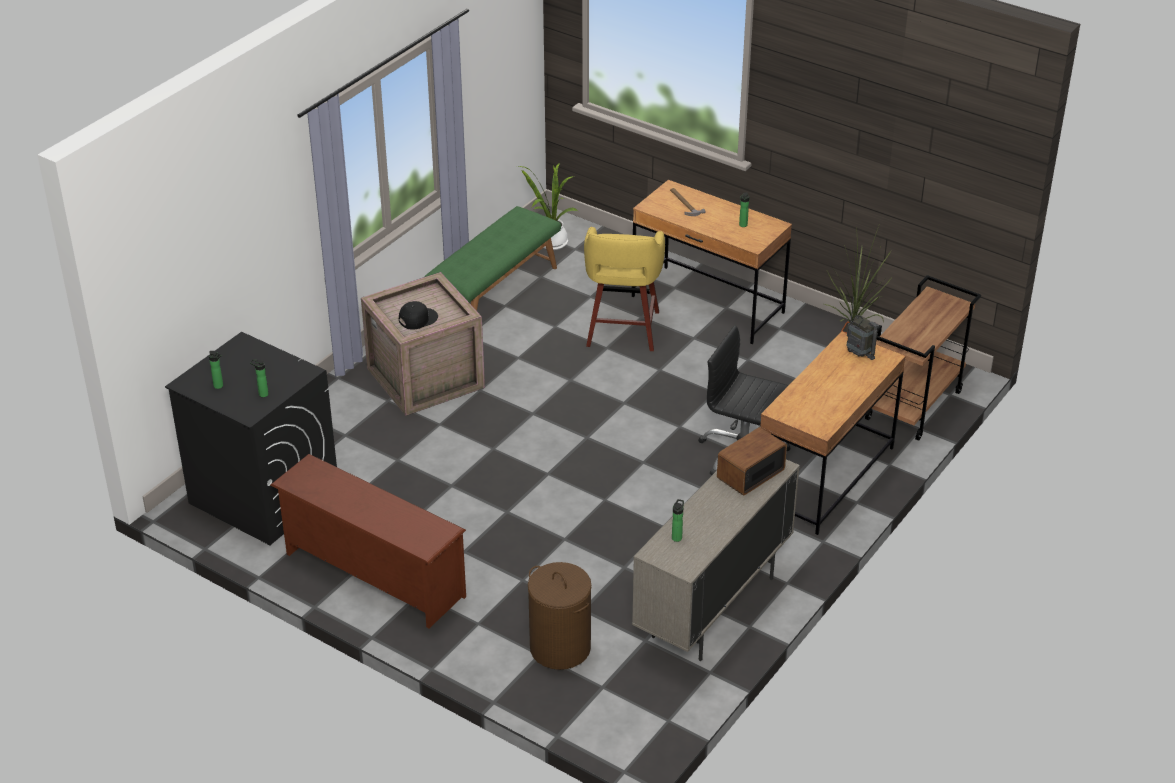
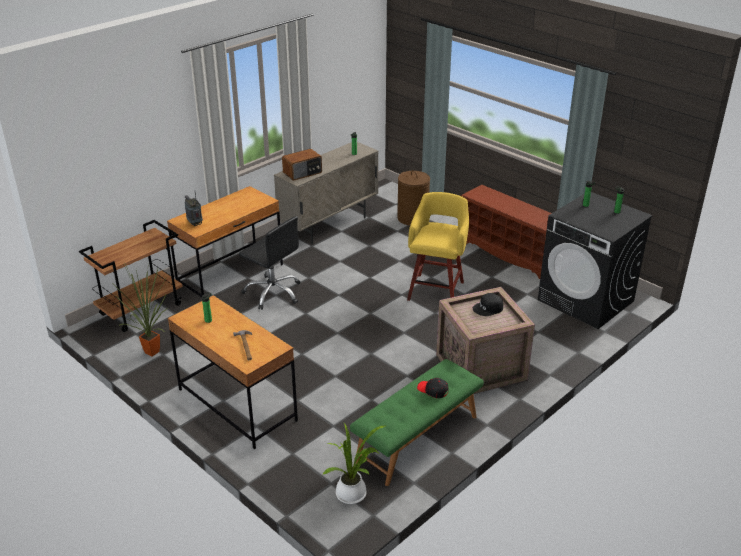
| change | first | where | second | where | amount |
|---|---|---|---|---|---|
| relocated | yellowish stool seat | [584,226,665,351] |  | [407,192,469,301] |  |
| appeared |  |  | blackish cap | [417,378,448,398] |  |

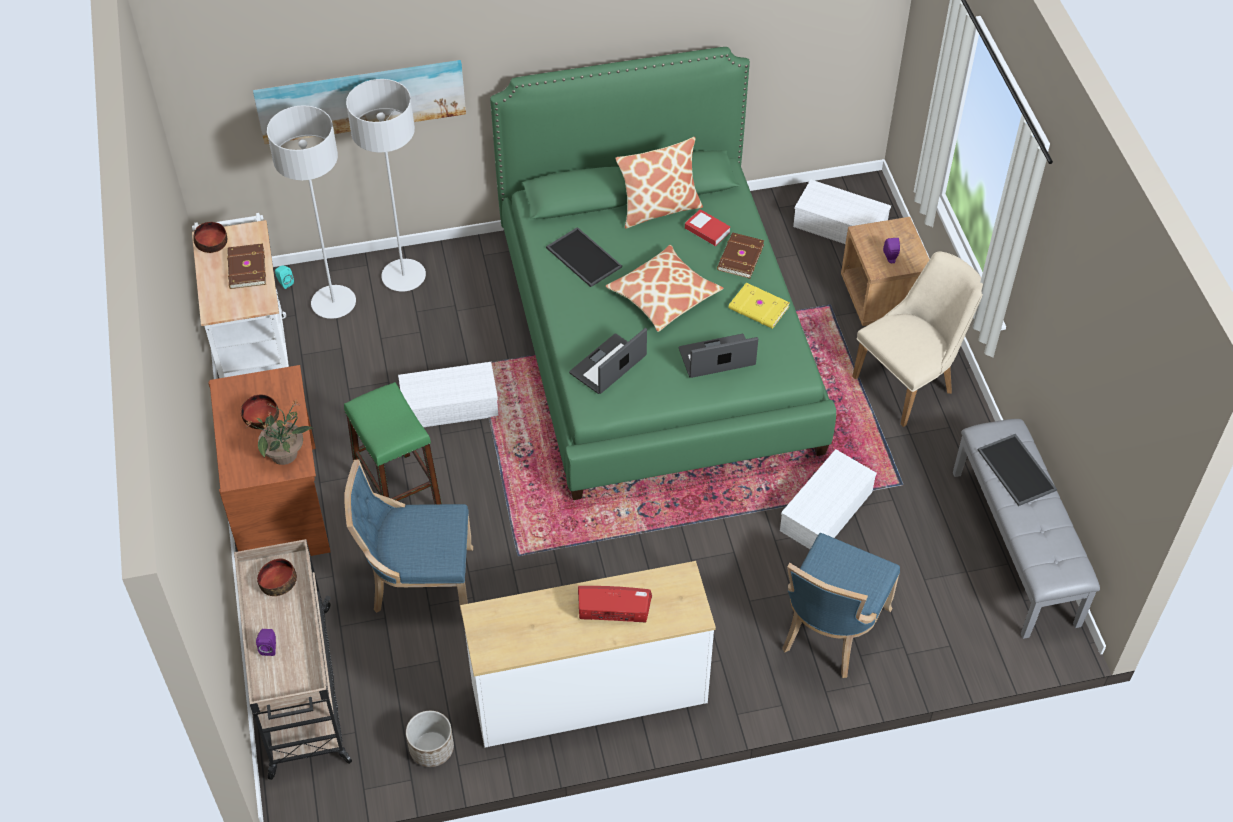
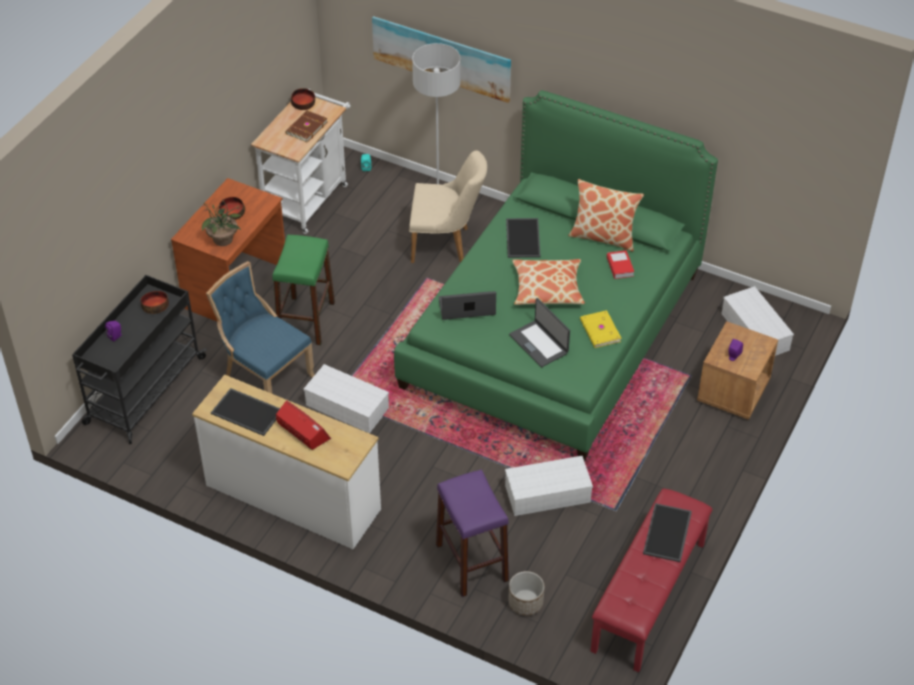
| change | first | where | second | where | amount |
|---|---|---|---|---|---|
| colour | sand-coloured trolley | [234,539,352,780] | blackish trolley | [72,275,207,444] |  |
| missing | grey floor lamp | [267,105,356,319] |  |  |  |
| relocated | whitish storage container | [398,362,499,427] |  | [304,364,389,434] |  |
| relocated | planter | [406,711,454,767] |  | [508,571,544,616] |  |
| spun | portable computer | [679,334,758,378] |  | [509,298,570,367] | 150 degrees counterclockwise |
| missing | brown-coloured book | [717,232,765,279] |  |  |  |
| exchanged | bluish upright chair | [782,533,900,678] | purple-coloured stool seat | [436,469,509,597] |  |
| relocated | sand-coloured upright chair | [852,251,983,427] |  | [409,150,487,263] |  |
| colour | grey bench | [953,419,1100,639] | red-coloured bench | [590,488,713,672] |  |
| appeared |  |  | serving tray | [211,388,280,436] |  |

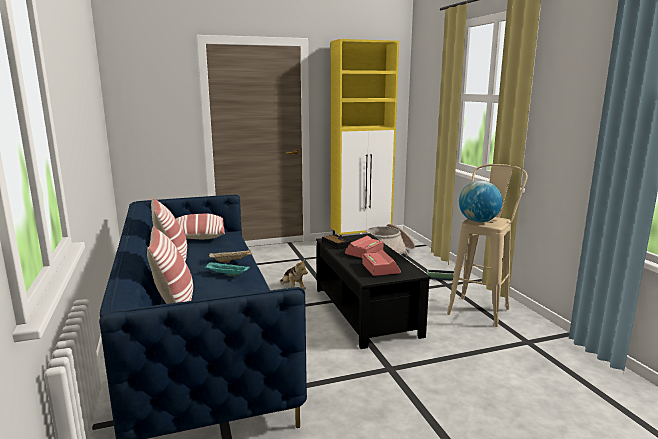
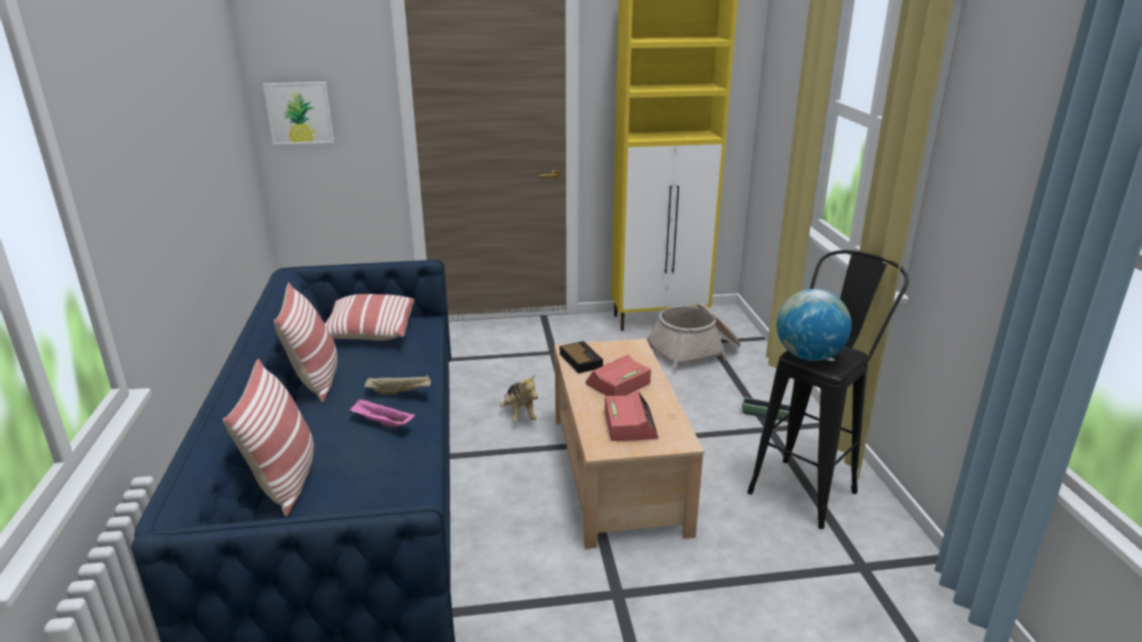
| change | first | where | second | where | amount |
|---|---|---|---|---|---|
| colour | turquoise serving tray | [205,262,250,276] | pink-coloured serving tray | [349,399,415,427] |  |
| colour | blackish lounge table | [316,233,430,349] | sand-coloured lounge table | [554,339,704,549] |  |
| colour | sand-coloured stool seat | [447,164,528,327] | blackish stool seat | [747,250,909,529] |  |
| appeared |  |  | picture | [263,82,334,145] |  |

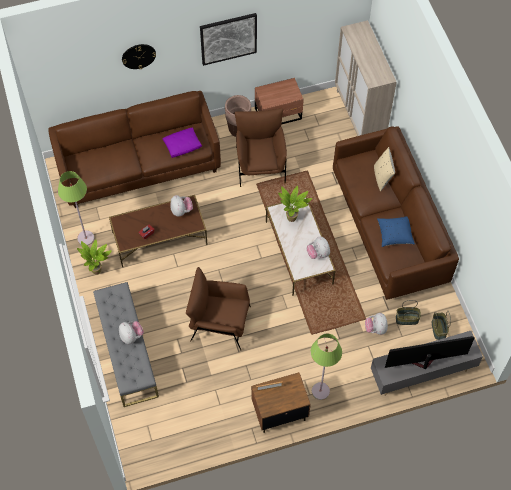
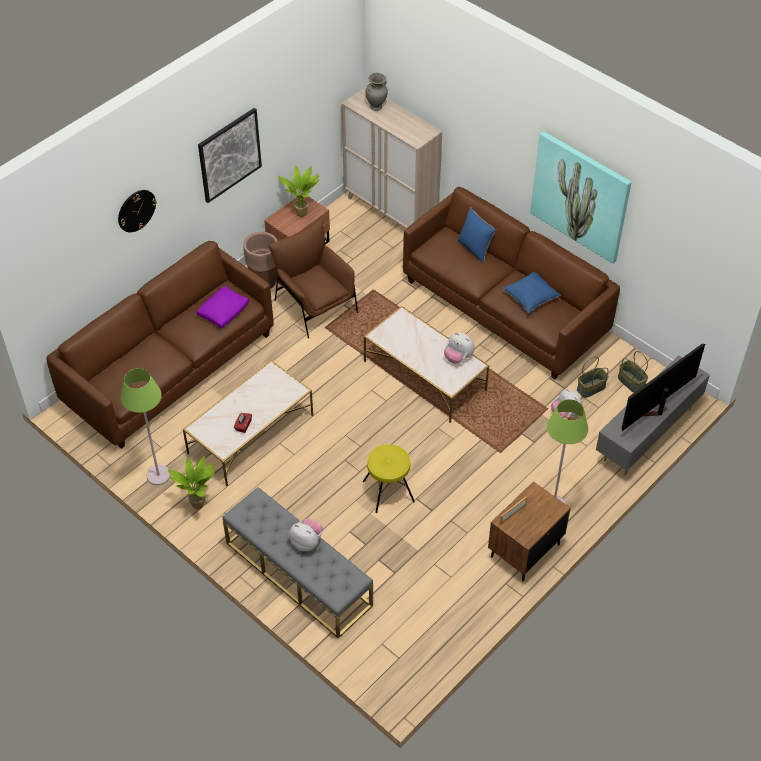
| change | first | where | second | where | amount |
|---|---|---|---|---|---|
| colour | brown-coloured lounge table | [109,195,208,267] | whitish lounge table | [183,360,313,486] |  |
| missing | plush toy | [171,195,193,217] |  |  |  |
| exchanged | brown-coloured armchair | [186,267,251,350] | yellowish stool seat | [363,444,415,513] |  |
| relocated | potted plant | [278,186,312,222] |  | [278,166,320,217] |  |
| colour | sand-coloured throw pillow | [374,147,395,191] | bluish throw pillow | [457,207,496,263] |  |
| appeared |  |  | grey flower vase | [366,73,388,111] |  |
| appeared |  |  | picture | [530,131,631,264] |  |

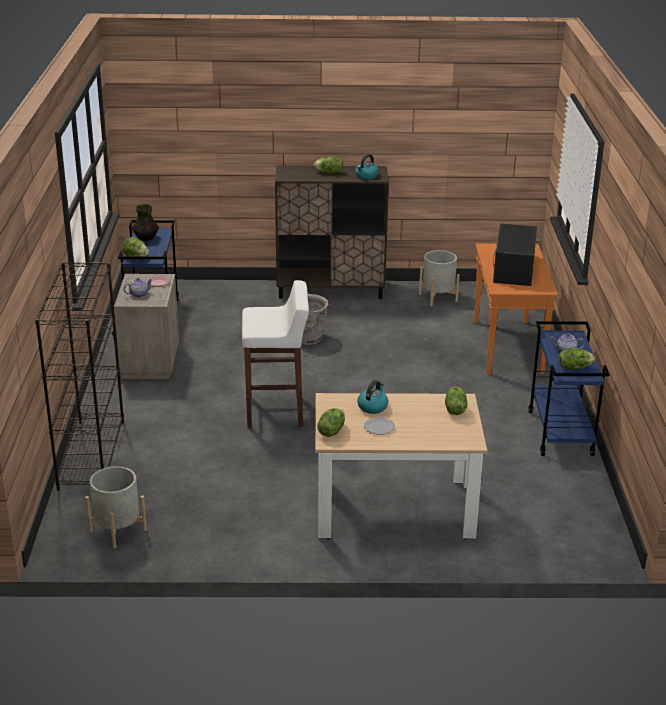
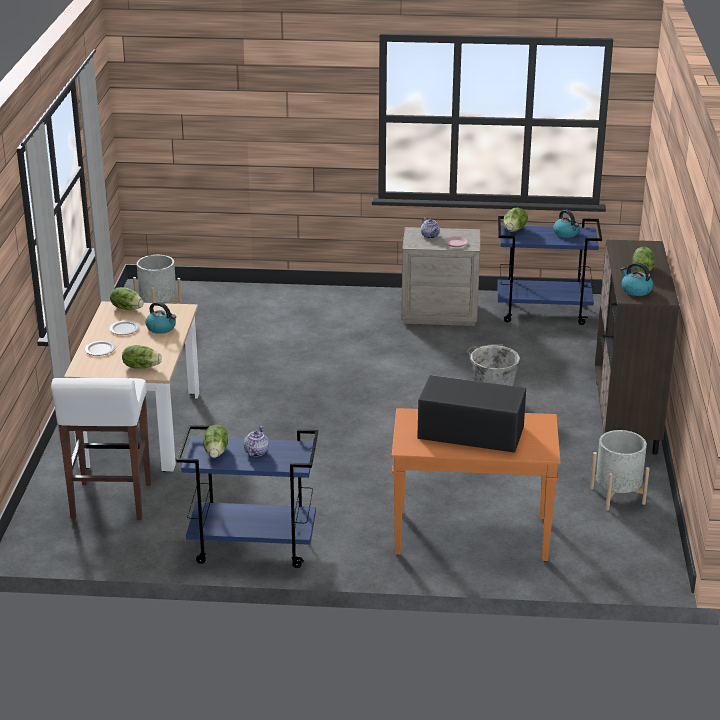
| change | first | where | second | where | amount |
|---|---|---|---|---|---|
| missing | blackish bookshelf | [35,262,124,491] |  |  |  |
| exchanged | flower vase | [132,204,159,241] | tea kettle | [553,210,580,238] |  |
| relocated | whitish stool seat | [242,280,309,428] |  | [51,378,151,520] |  |
| appeared |  |  | flat dish | [85,341,116,356] |  |

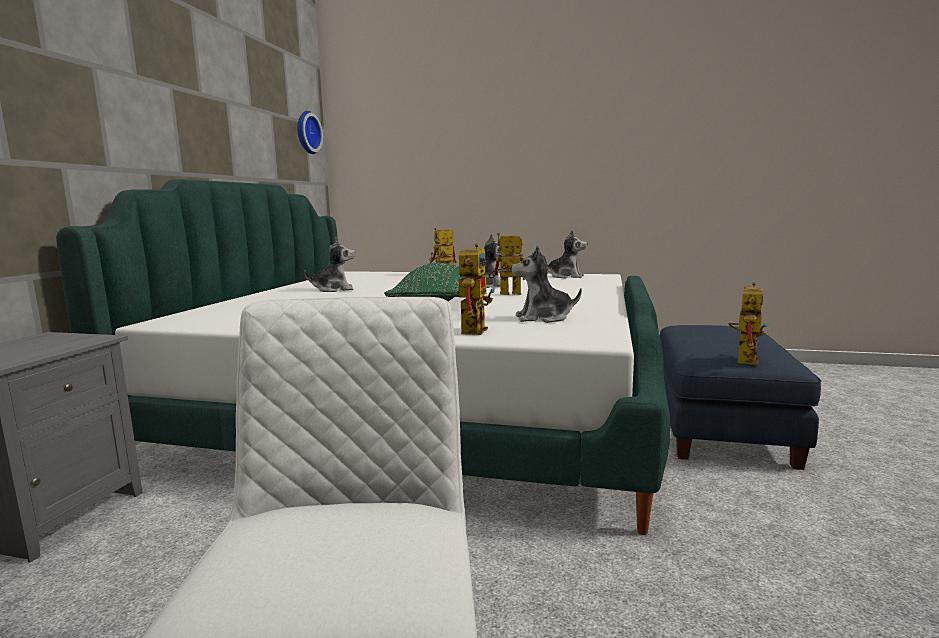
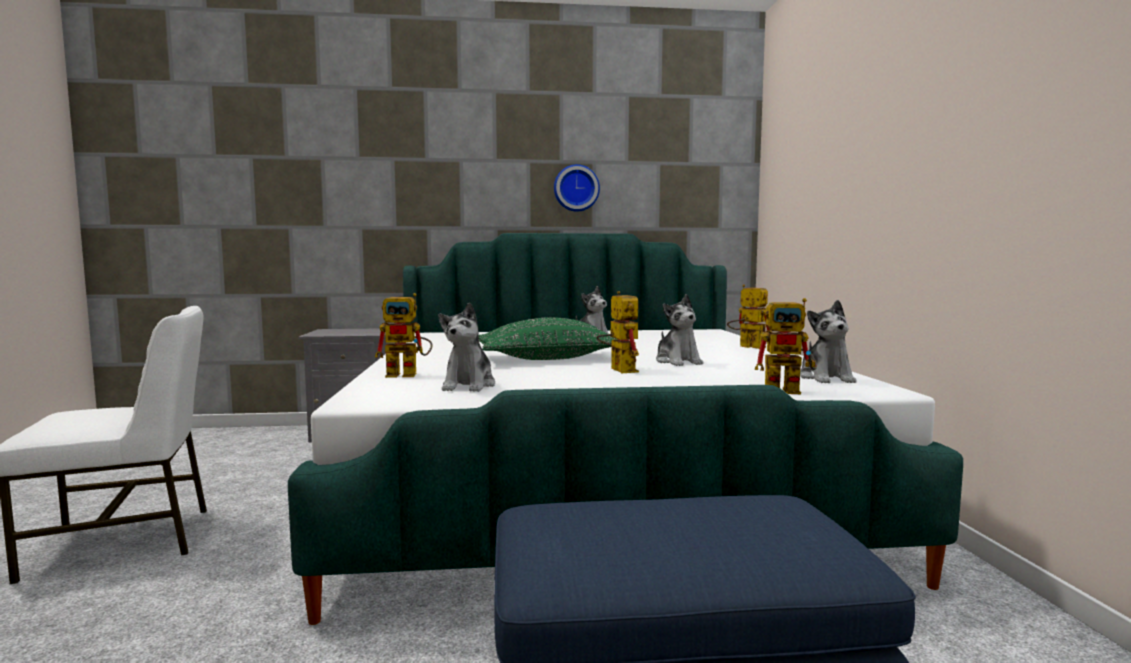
| change | first | where | second | where | amount |
|---|---|---|---|---|---|
| relocated | clock on the wall | [297,111,323,154] |  | [554,164,600,212] |  |
| spun | plush toy | [511,245,582,323] |  | [438,303,495,392] | 150 degrees counterclockwise |
| relocated | robot figure | [728,282,768,365] |  | [755,298,817,394] |  |

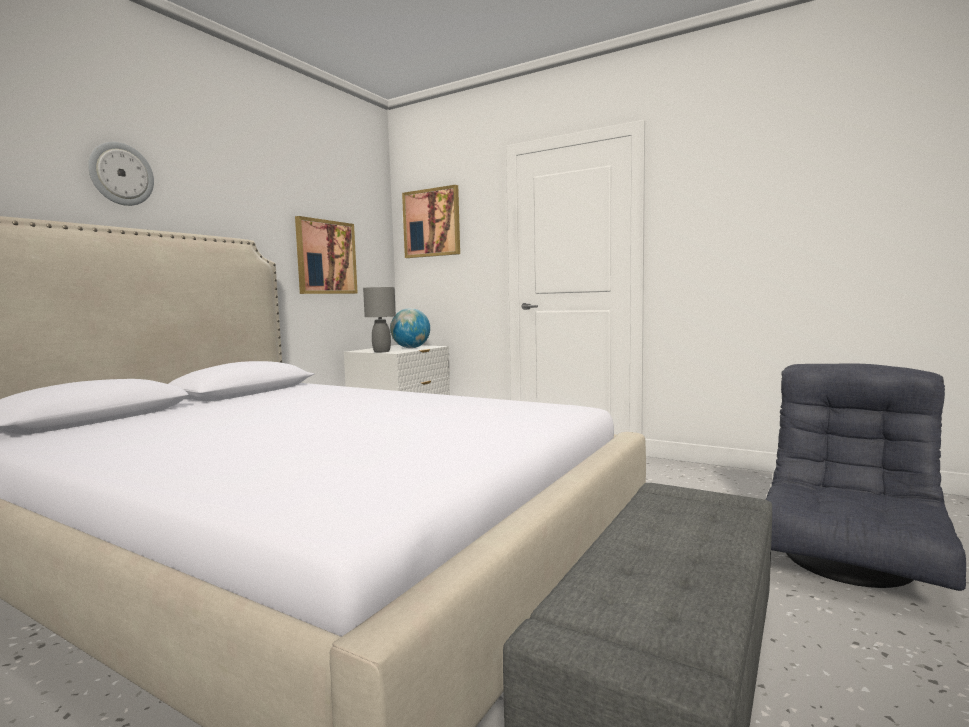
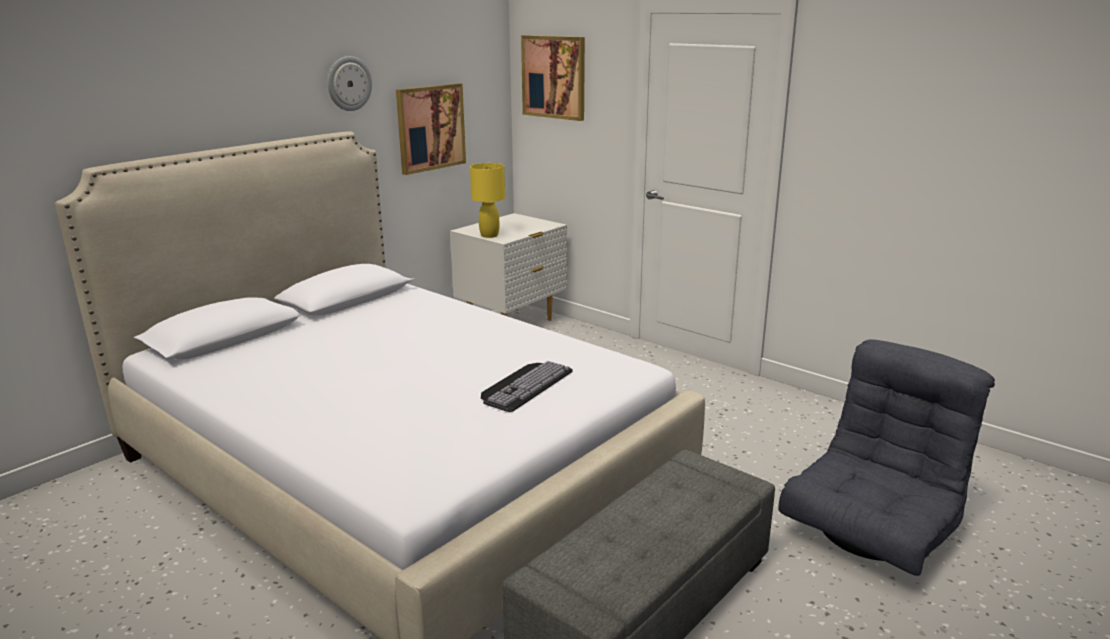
| change | first | where | second | where | amount |
|---|---|---|---|---|---|
| relocated | clock on the wall | [88,142,154,206] |  | [327,56,372,111] |  |
| colour | grey lamp for a table | [363,287,396,352] | yellowish lamp for a table | [470,163,505,238] |  |
| missing | globe | [390,308,430,348] |  |  |  |
| appeared |  |  | computer keyboard | [481,361,573,412] |  |

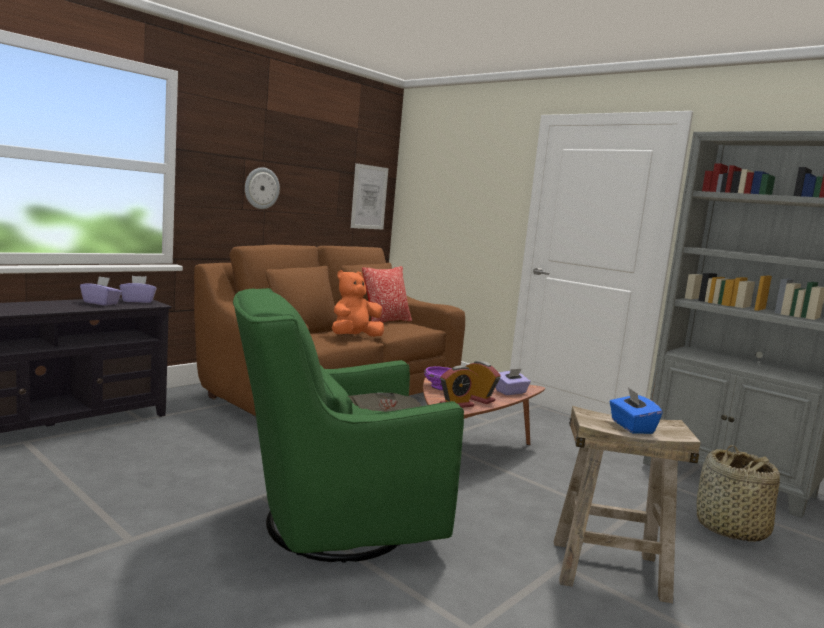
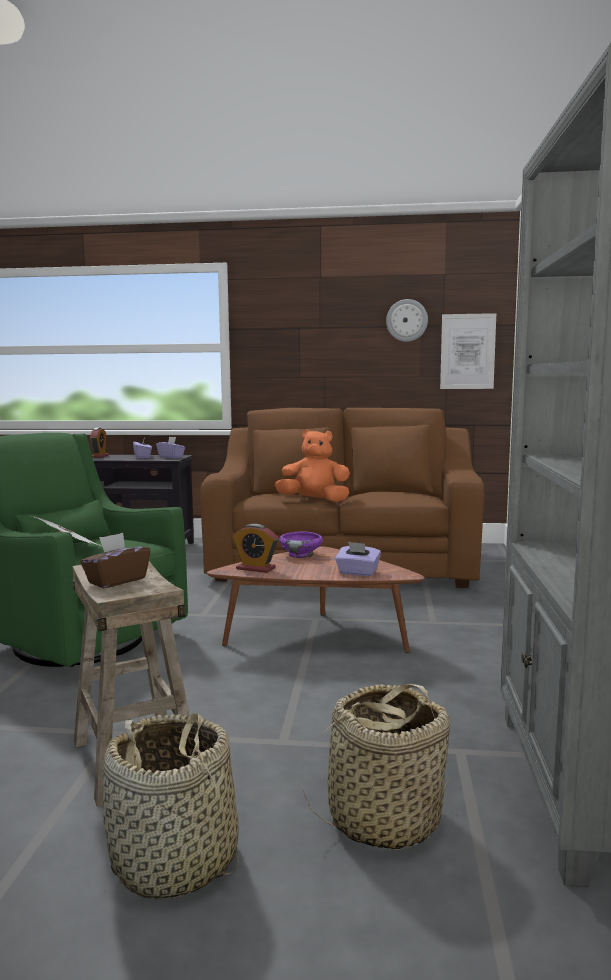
| change | first | where | second | where | amount |
|---|---|---|---|---|---|
| relocated | clock on the wall | [245,167,280,209] |  | [386,299,428,342] |  |
| missing | throw pillow | [362,266,412,323] |  |  |  |
| relocated | table clock | [466,361,501,404] |  | [90,428,109,458] |  |
| colour | bluish tissue holder | [610,387,663,434] | brown-coloured tissue holder | [80,533,150,589] |  |
| appeared |  |  | storage basket | [102,713,239,899] |  |

